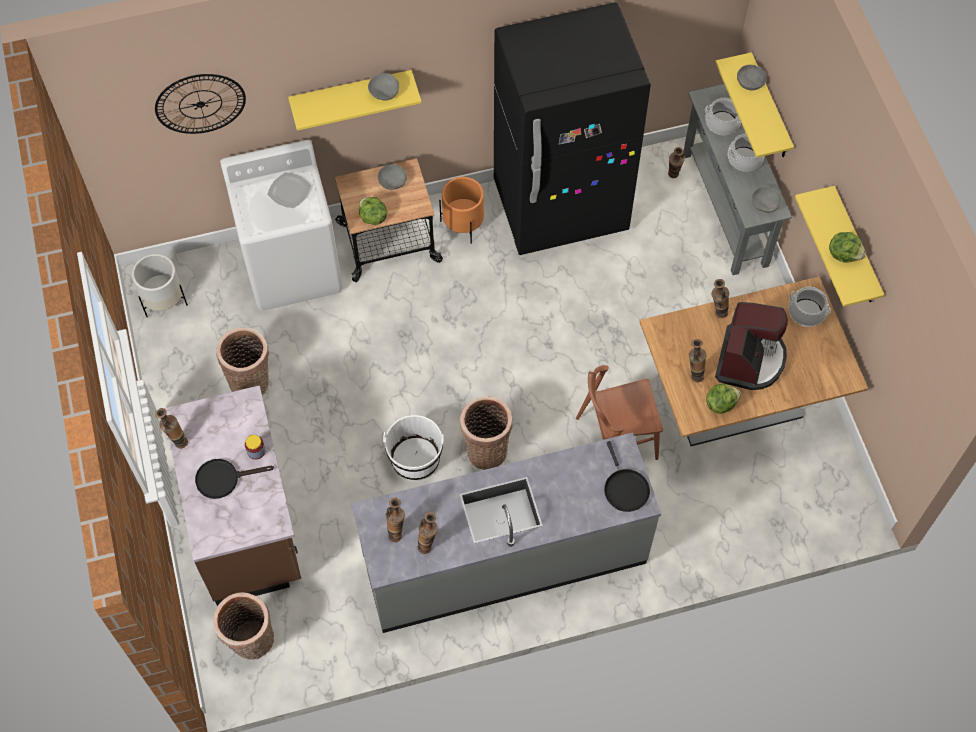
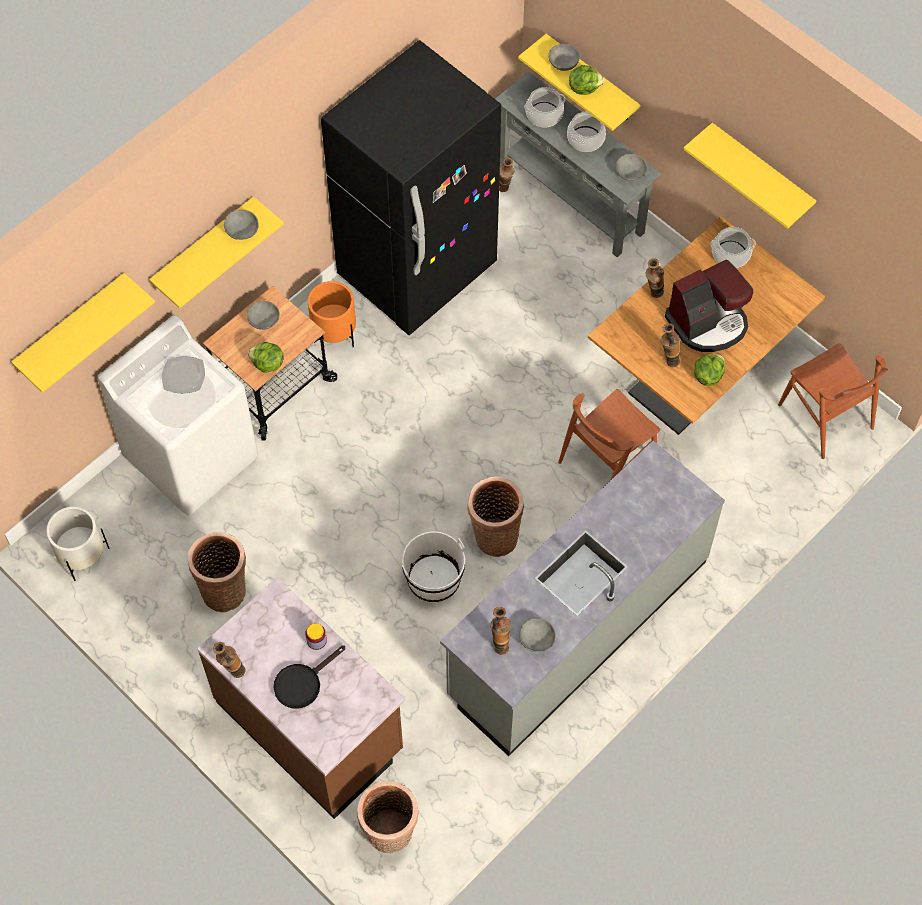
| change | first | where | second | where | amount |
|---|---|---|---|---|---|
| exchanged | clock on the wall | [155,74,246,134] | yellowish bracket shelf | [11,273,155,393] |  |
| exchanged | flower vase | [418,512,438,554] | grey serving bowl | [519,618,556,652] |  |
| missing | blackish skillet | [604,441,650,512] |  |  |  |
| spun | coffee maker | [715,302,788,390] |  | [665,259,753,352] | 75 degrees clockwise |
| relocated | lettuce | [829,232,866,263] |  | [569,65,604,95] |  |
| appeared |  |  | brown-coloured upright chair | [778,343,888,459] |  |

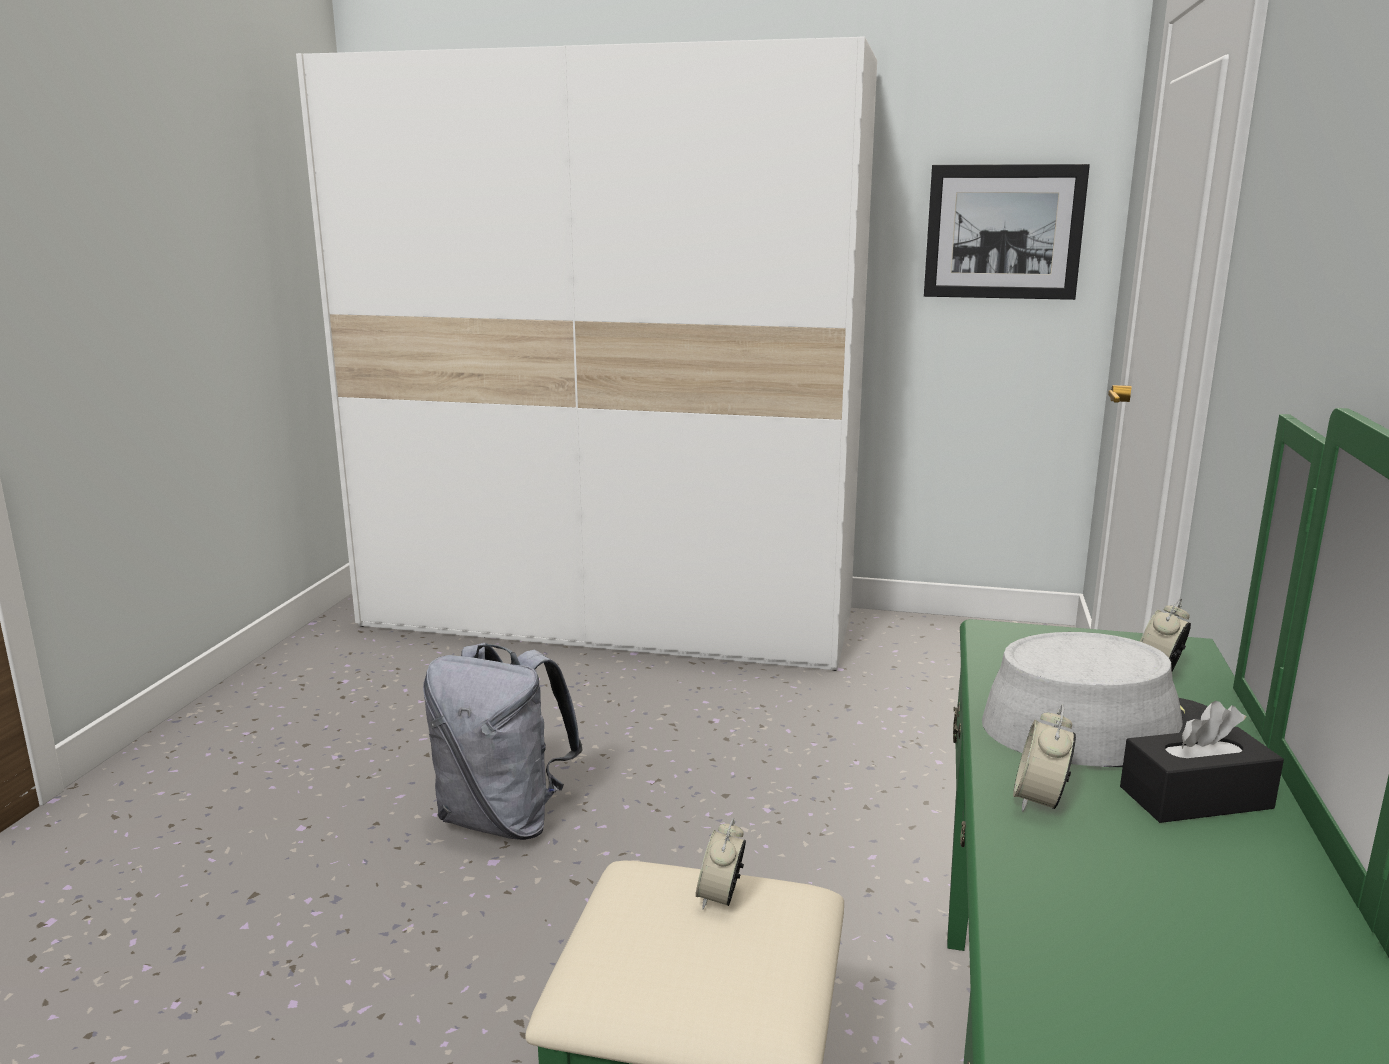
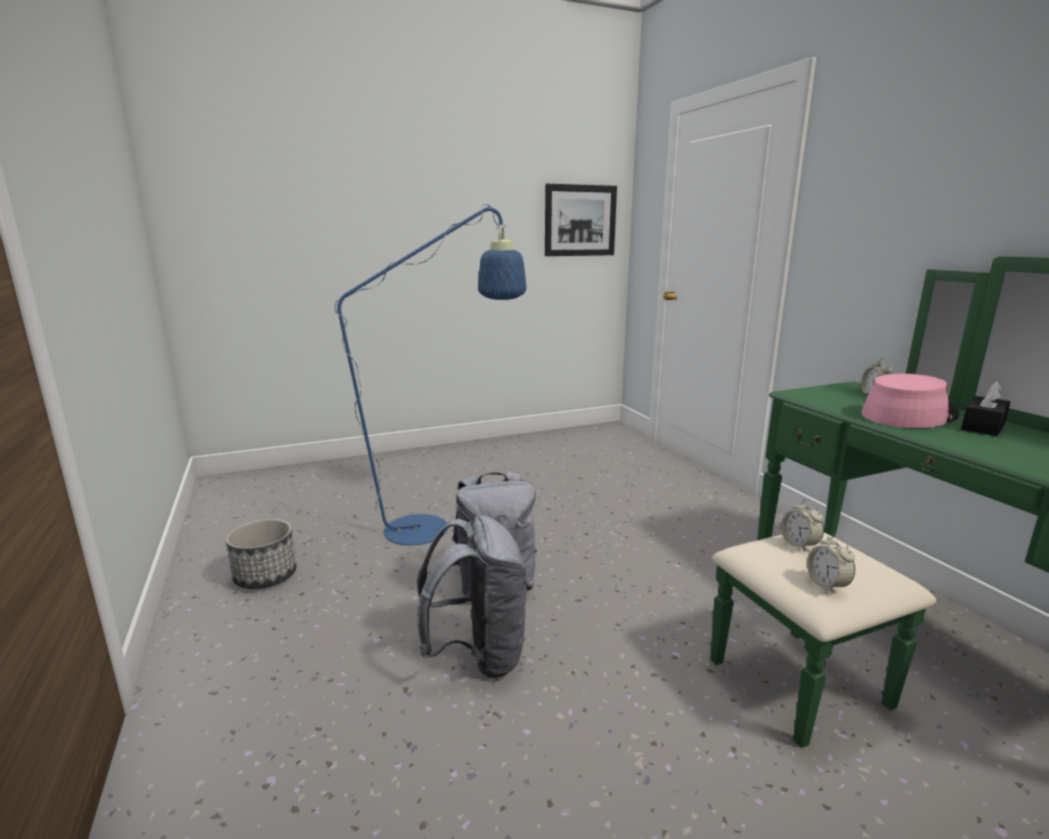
| change | first | where | second | where | amount |
|---|---|---|---|---|---|
| missing | whitish clothes cupboard | [296,36,877,671] |  |  |  |
| colour | grey hat | [982,632,1208,767] | pink-coloured hat | [861,374,959,428] |  |
| relocated | table clock | [1013,704,1076,812] |  | [807,534,855,594] |  |
| appeared |  |  | bluish floor lamp | [226,204,526,551] |  |
| appeared |  |  | planter | [226,519,297,589] |  |
| appeared |  |  | grey backpack | [417,515,527,679] |  |

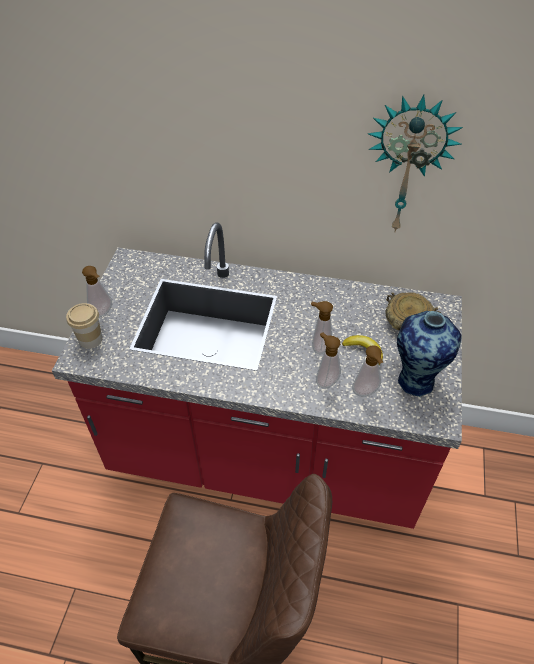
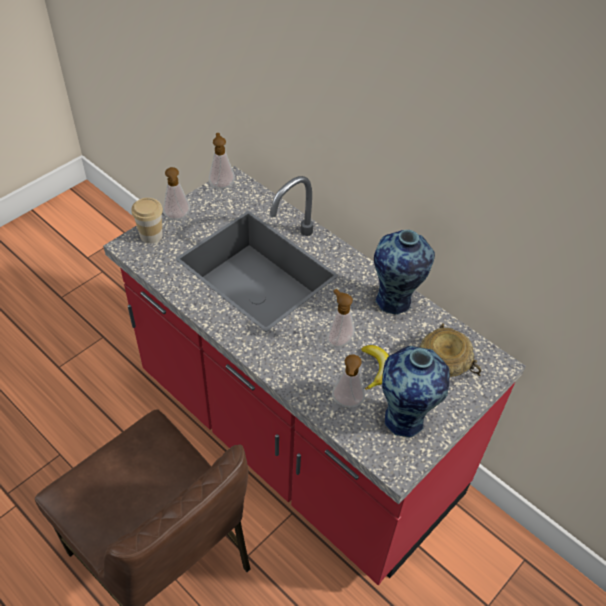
| change | first | where | second | where | amount |
|---|---|---|---|---|---|
| relocated | liquid soap bottle | [316,332,341,389] |  | [209,133,235,189] |  |
| missing | clock on the wall | [368,95,463,233] |  |  |  |
| appeared |  |  | flower vase | [374,230,435,315] |  |

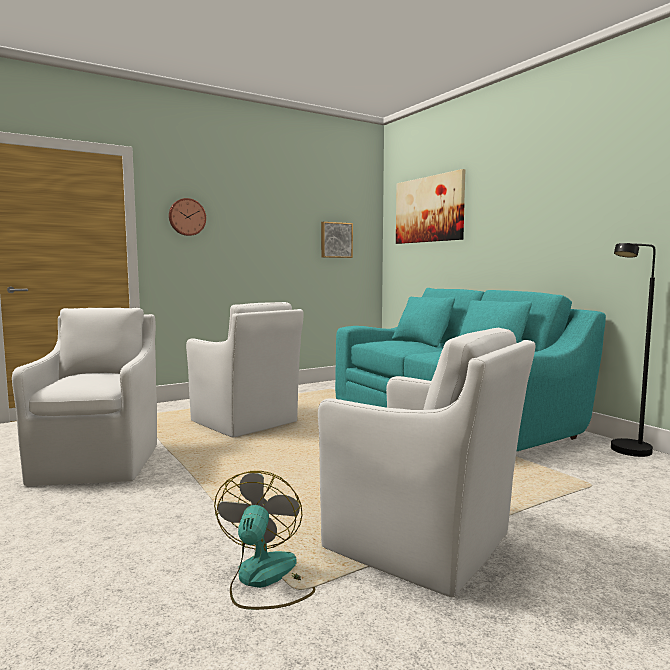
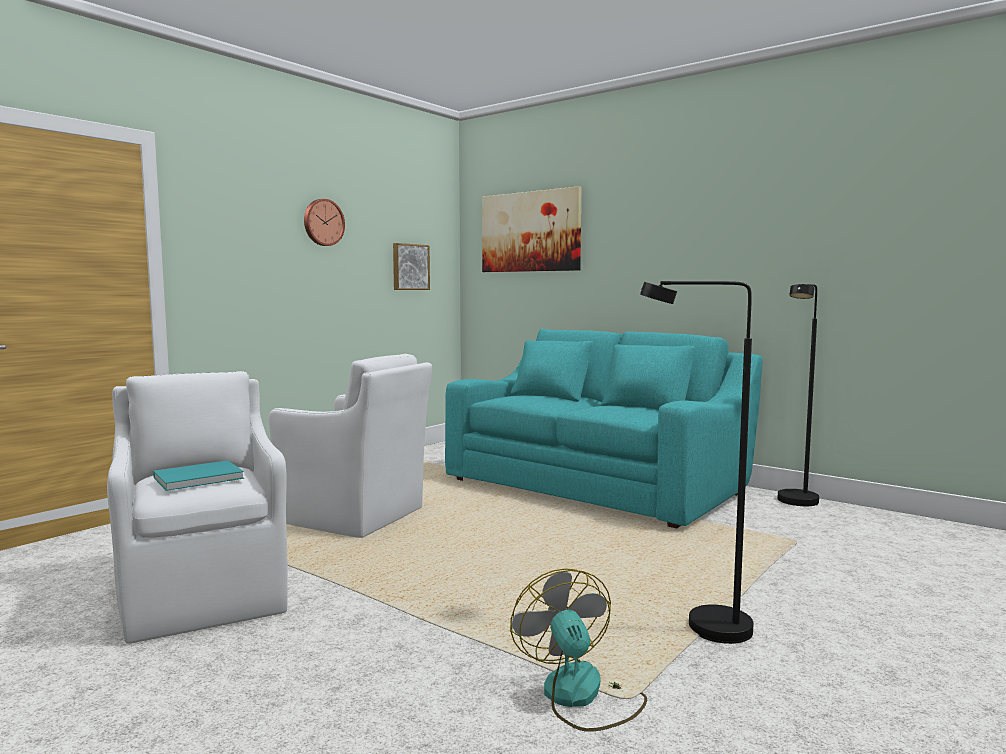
| change | first | where | second | where | amount |
|---|---|---|---|---|---|
| relocated | clock on the wall | [169,198,206,236] |  | [304,199,345,246] |  |
| exchanged | whitish armchair | [318,328,535,597] | blackish floor lamp | [640,281,754,644] |  |
| appeared |  |  | turquoise book | [153,460,244,491] |  |

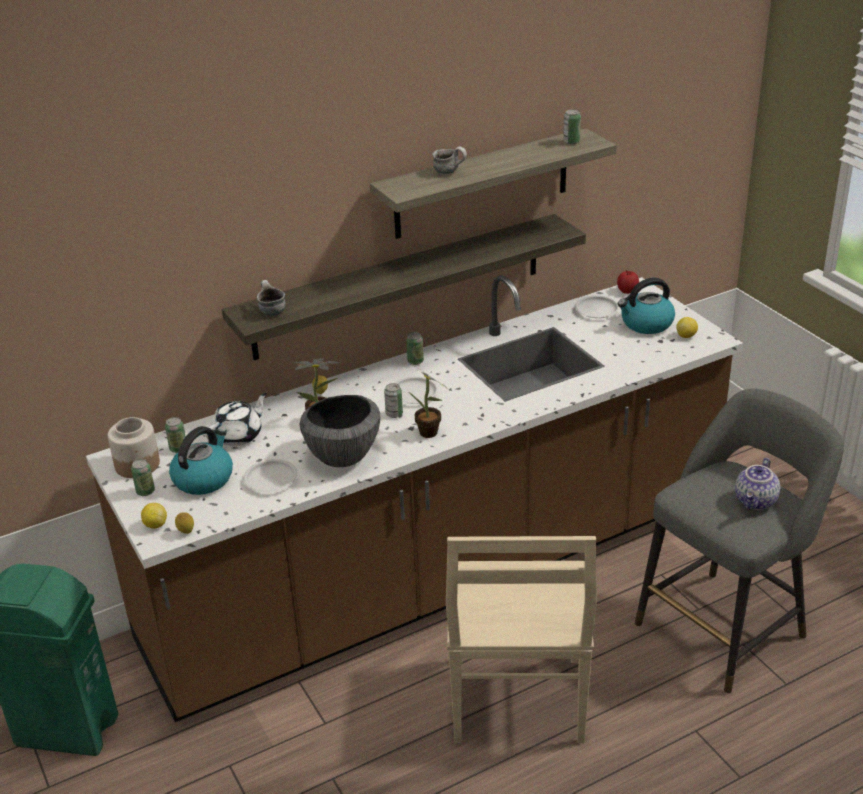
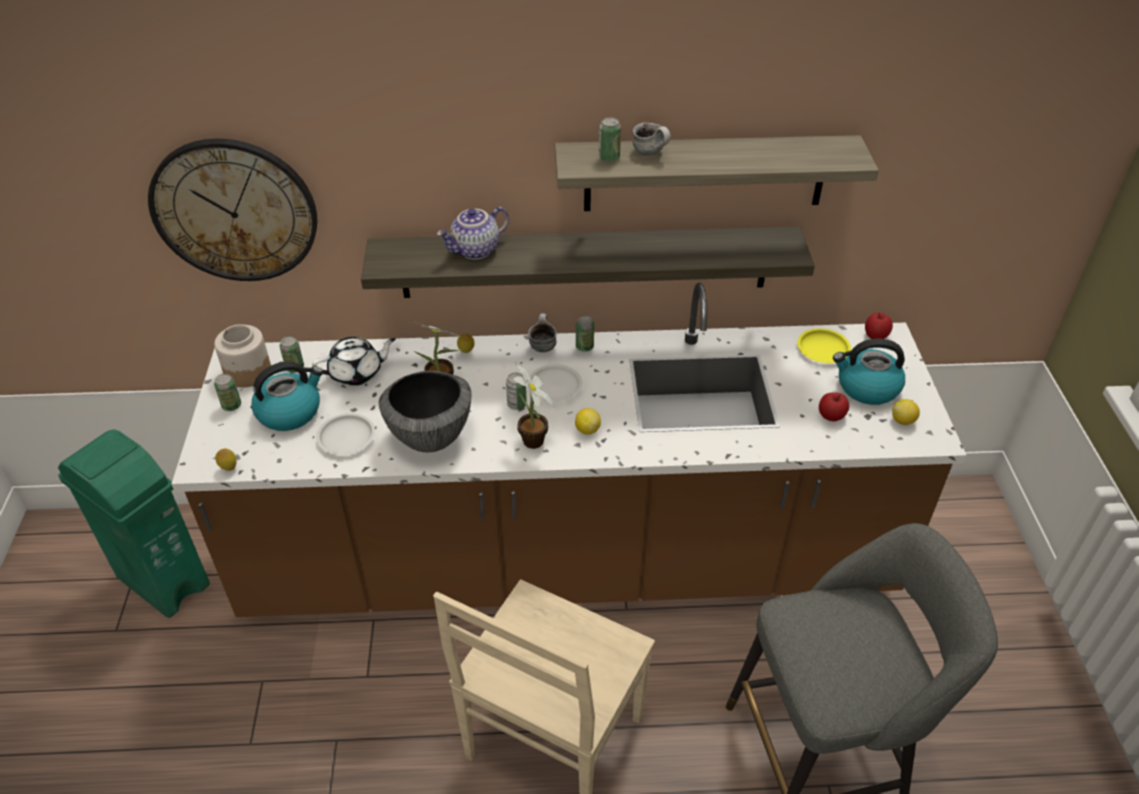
| change | first | where | second | where | amount |
|---|---|---|---|---|---|
| relocated | whole lemon | [141,503,167,529] |  | [575,408,601,435] |  |
| relocated | mug | [257,280,286,316] |  | [528,313,557,352] |  |
| relocated | sealed can | [563,109,581,144] |  | [599,117,621,162] |  |
| colour | whitish flat dish | [575,296,620,318] | yellowish flat dish | [797,328,851,363] |  |
| relocated | teapot | [735,457,780,510] |  | [437,207,509,259] |  |
| appeared |  |  | clock on the wall | [148,139,317,281] |  |
| appeared |  |  | apple | [819,392,849,421] |  |

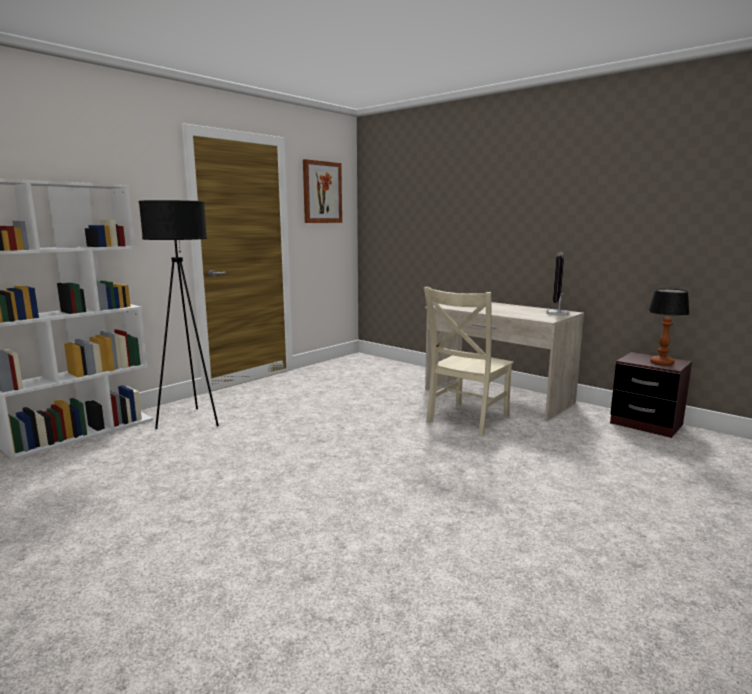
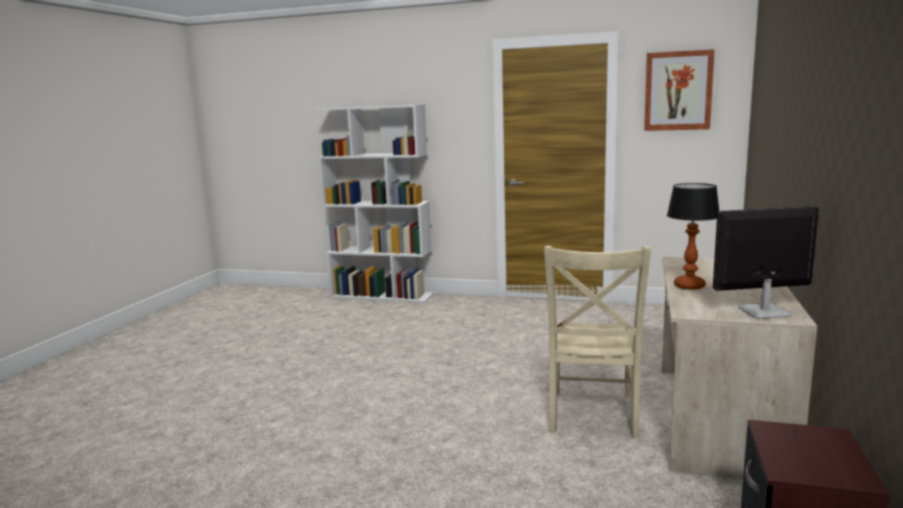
| change | first | where | second | where | amount |
|---|---|---|---|---|---|
| missing | blackish floor lamp | [139,200,219,429] |  |  |  |
| spun | sand-coloured upright chair | [424,287,513,437] |  | [544,246,651,438] | 90 degrees counterclockwise |
| relocated | lamp for a table | [648,289,689,366] |  | [667,183,719,290] |  |

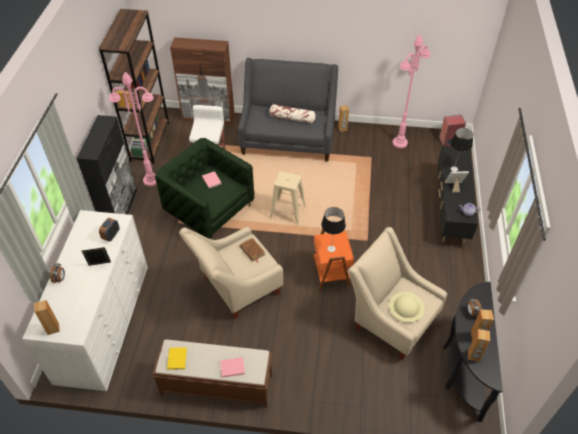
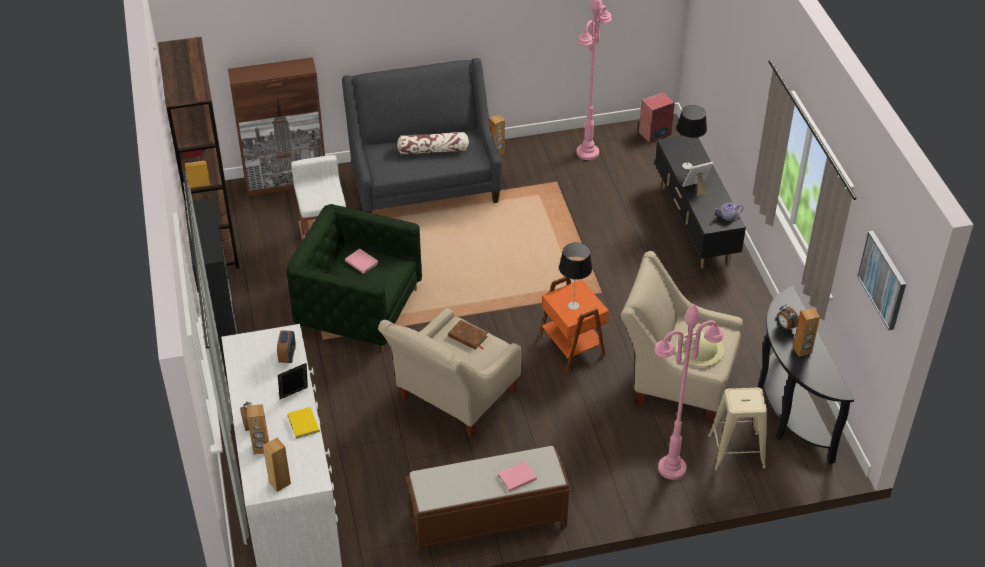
| change | first | where | second | where | amount |
|---|---|---|---|---|---|
| relocated | pink-coloured floor lamp | [109,72,157,187] |  | [654,304,723,480] |  |
| relocated | yellowish book | [167,347,187,370] |  | [287,407,320,439] |  |
| relocated | sand-coloured stool seat | [270,171,306,225] |  | [708,387,767,470] |  |
| relocated | brown-coloured speaker | [468,329,490,362] |  | [247,404,269,455] |  |
| appeared |  |  | picture | [857,231,906,330] |  |

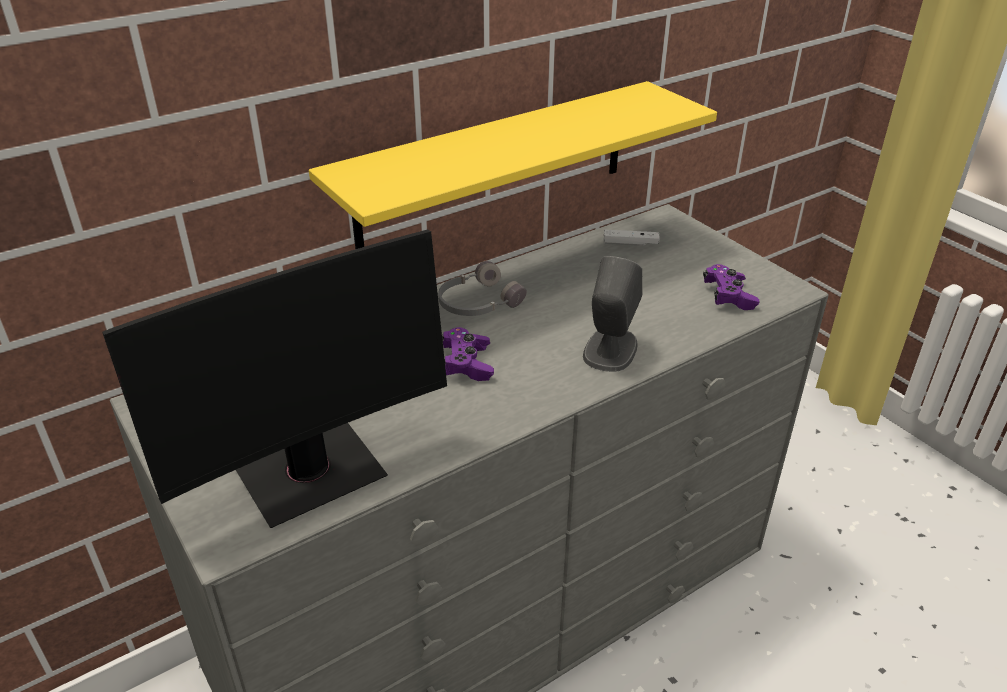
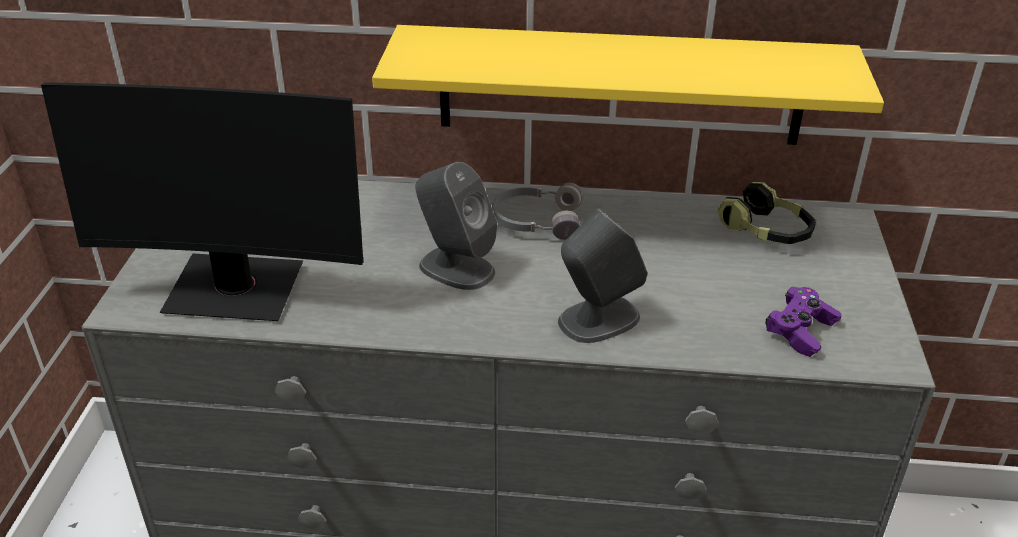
| change | first | where | second | where | amount |
|---|---|---|---|---|---|
| exchanged | purple-coloured joypad | [442,327,494,381] | grey speaker | [415,162,497,290] |  |
| exchanged | whitish joypad | [604,230,660,246] | headset | [718,182,816,244] |  |

